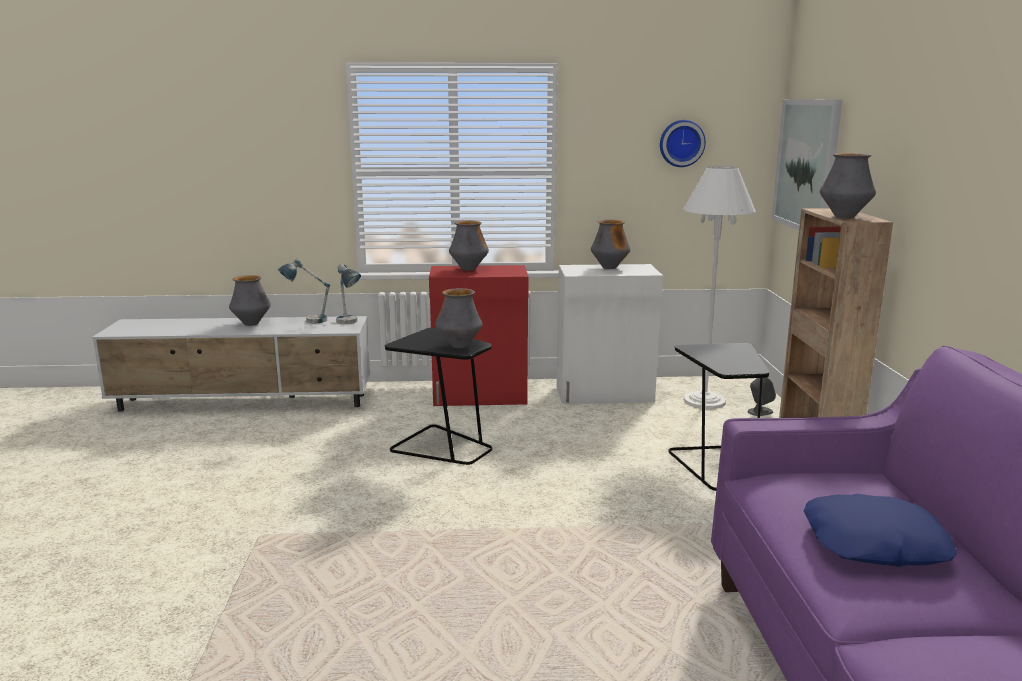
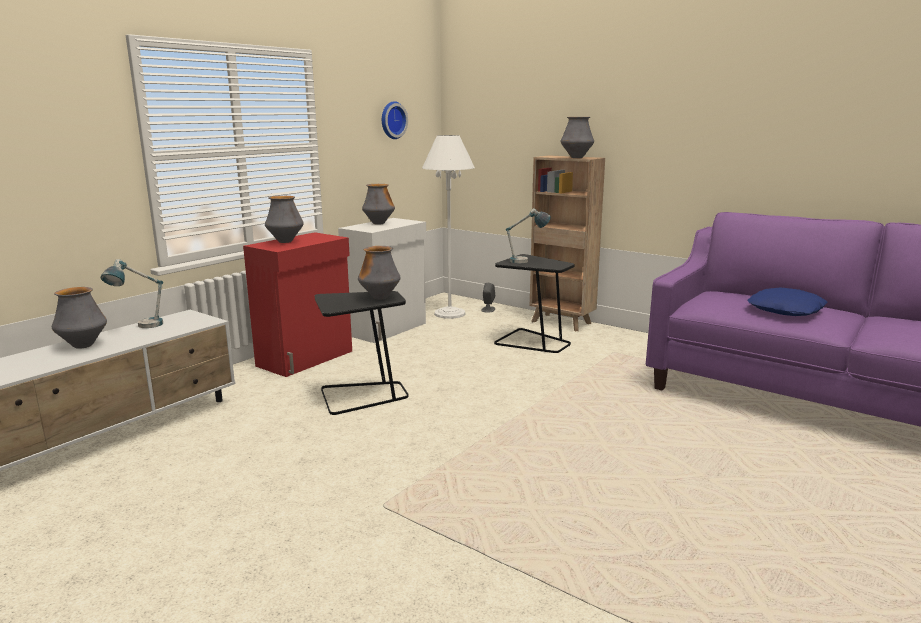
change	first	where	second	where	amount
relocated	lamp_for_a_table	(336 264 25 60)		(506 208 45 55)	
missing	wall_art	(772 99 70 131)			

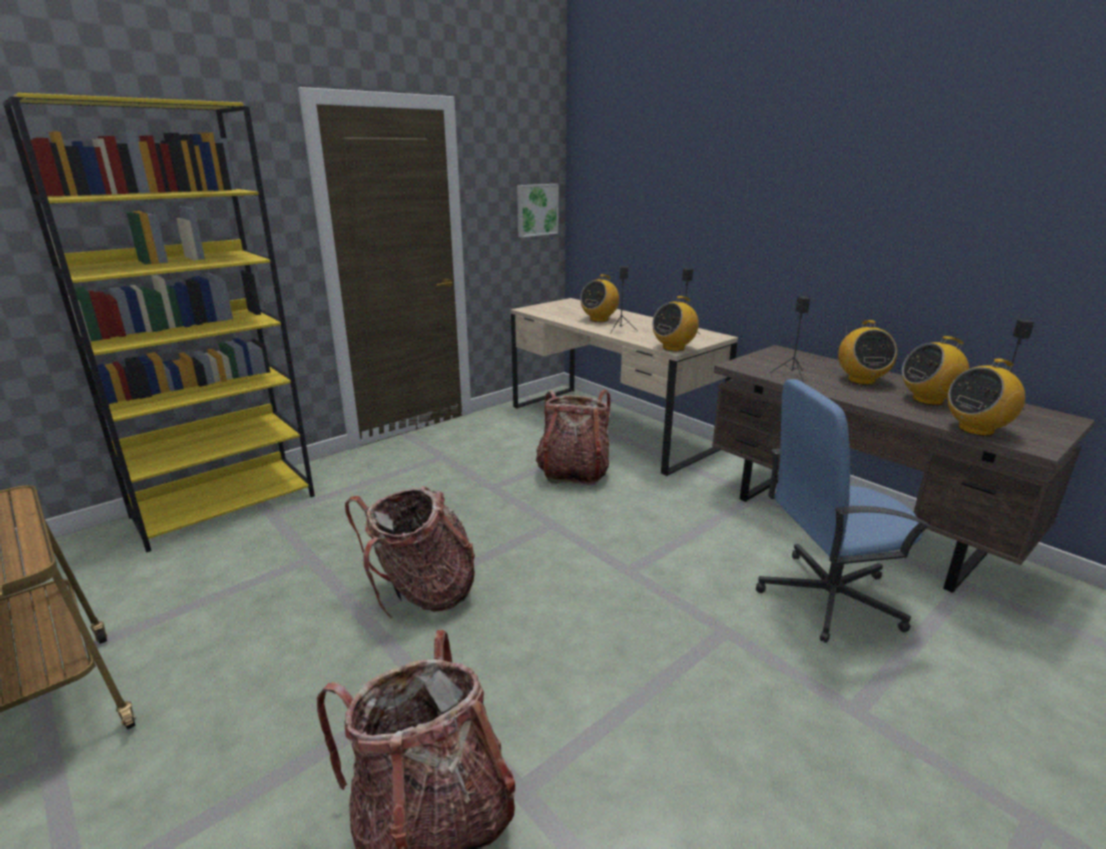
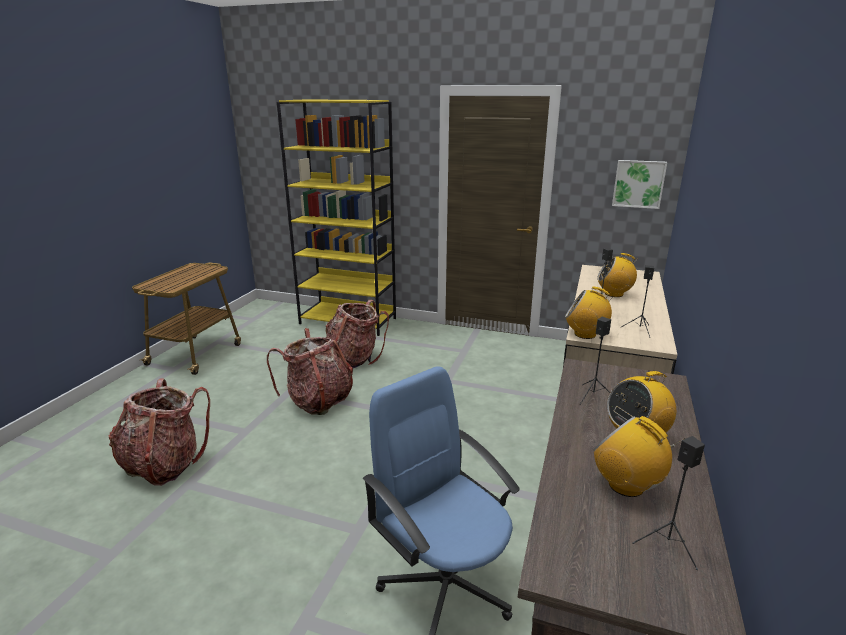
change	first	where	second	where	amount
relocated	knapsack	(536 390 75 95)		(325 300 64 68)	
missing	radio	(947 359 78 77)			

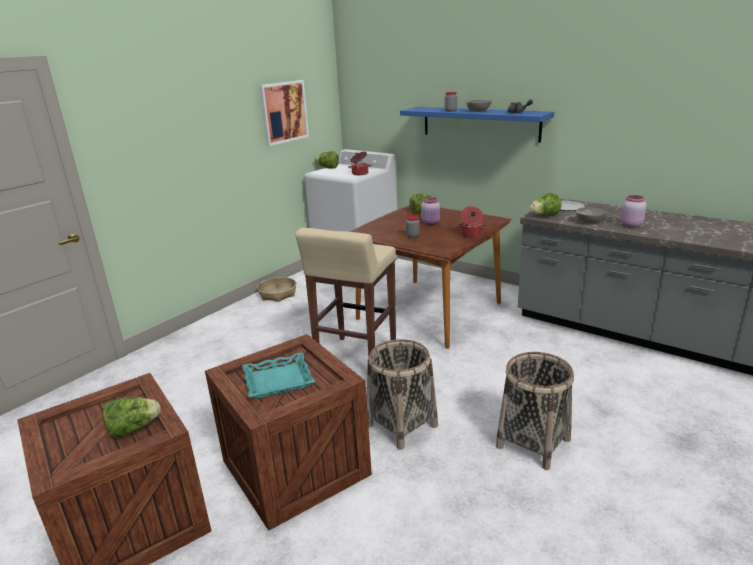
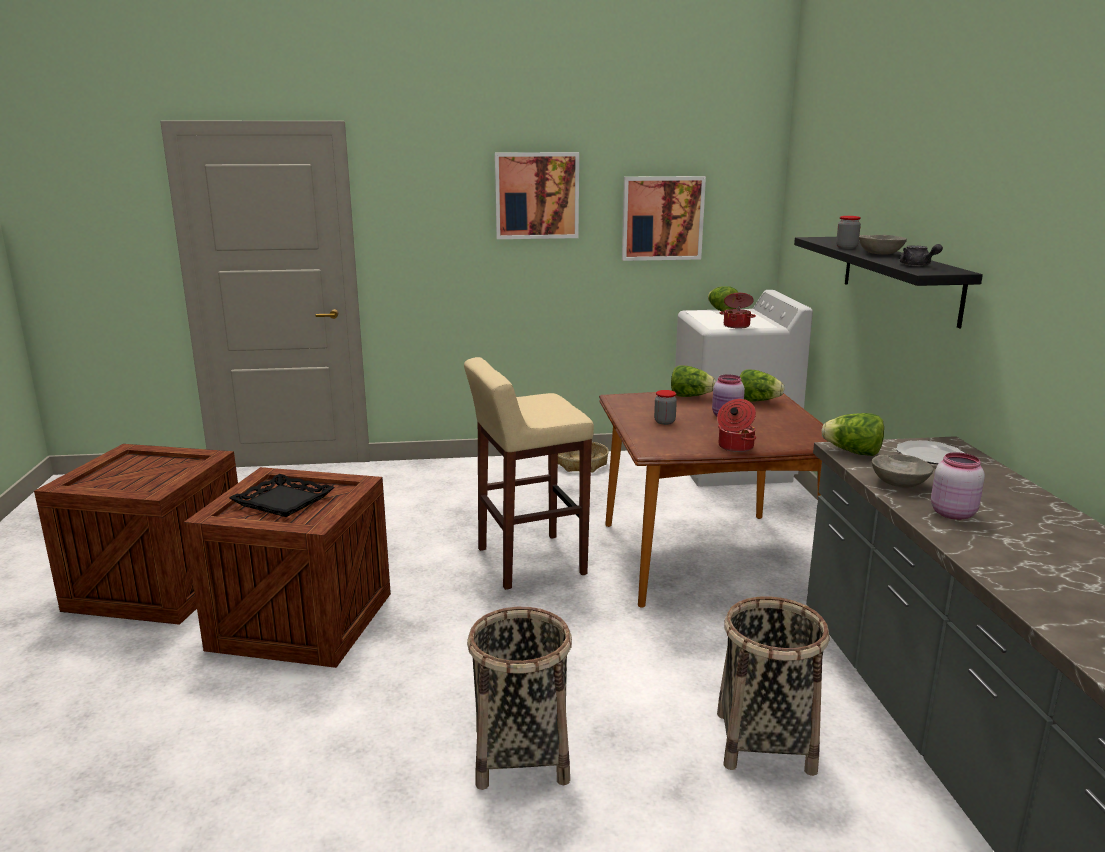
change	first	where	second	where	amount
colour	turquoise_tray	(242 353 73 46)	black-coloured_tray	(229 474 106 43)	
appeared			wall_art	(495 152 84 87)	
relocated	lettuce_head	(103 397 58 41)		(671 366 45 31)	
relocated	storage_basket	(367 339 71 111)		(717 596 112 180)	
colour	blue_shelf	(400 107 154 35)	black-coloured_shelf	(794 237 189 91)	

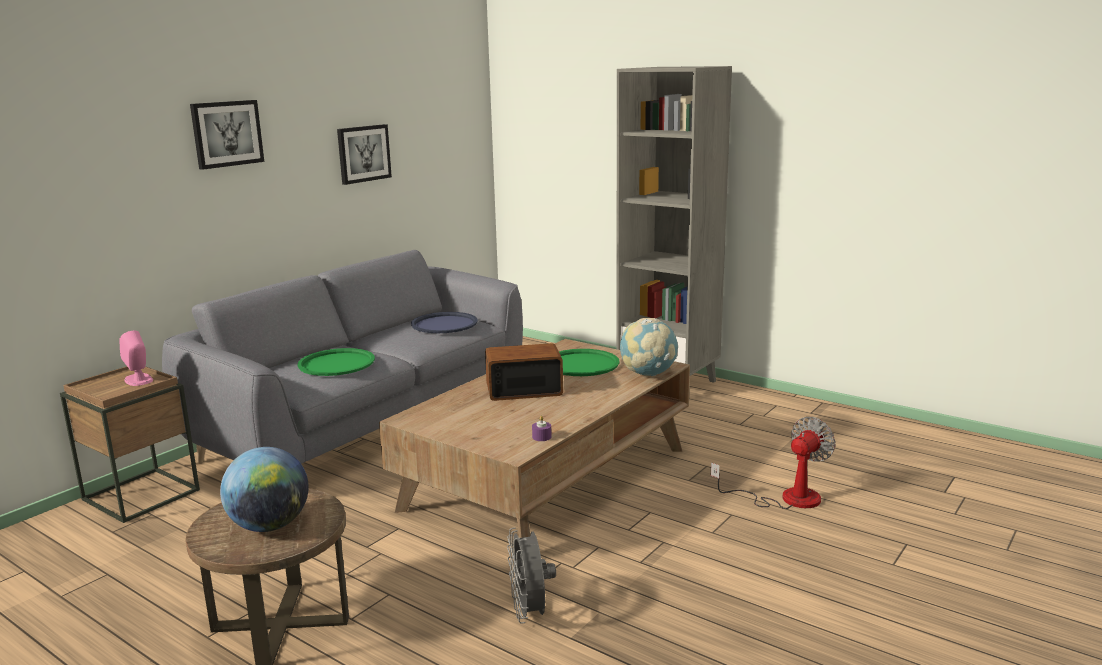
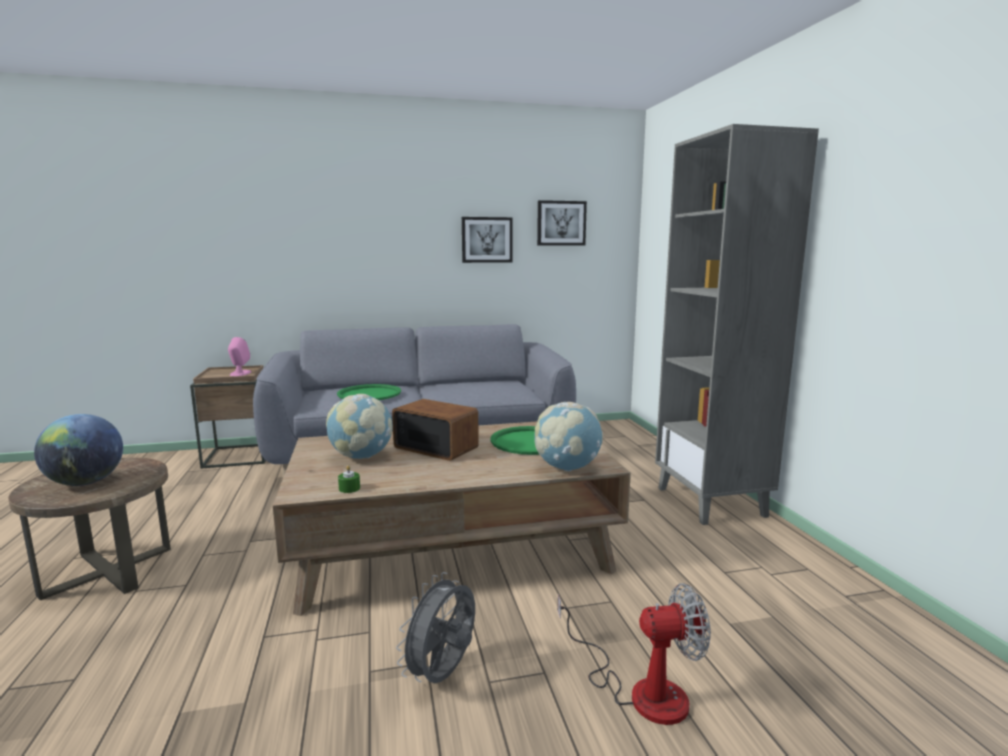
change	first	where	second	where	amount
appeared			globe	(326 394 67 65)	
colour	purple_candle	(532 416 19 25)	greenish_candle	(338 465 22 28)	
relocated	greyish_cooling_fan	(507 528 49 95)		(396 572 79 111)	
relocated	wall_art	(190 100 74 70)		(537 200 50 46)	
missing	blue_tray	(411 312 67 21)			

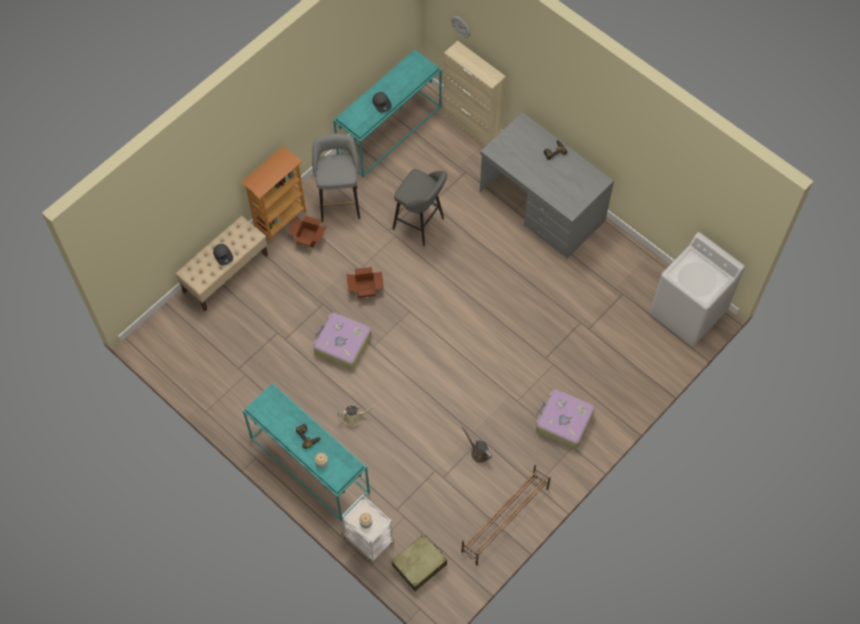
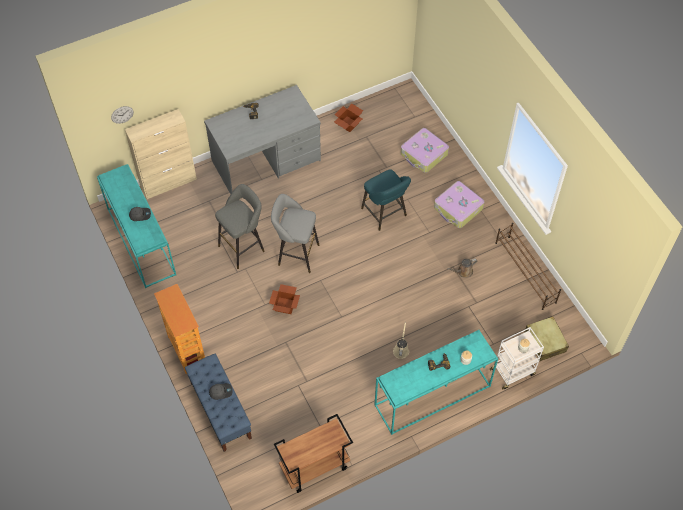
change	first	where	second	where	amount
colour	sand-coloured_bench	(175 216 93 95)	blue_bench	(185 354 67 98)	
relocated	greyish_stool	(312 134 48 88)		(271 194 48 79)	
appeared			brown-coloured_wheeled_cart	(274 414 79 79)	
relocated	cardboard_box	(288 216 39 32)		(334 103 29 29)	
appeared			turquoise_stool	(361 169 50 62)	
relocated	travel_case	(313 312 58 57)		(401 128 48 45)	
missing	white_laundry_appliance	(650 232 95 114)			

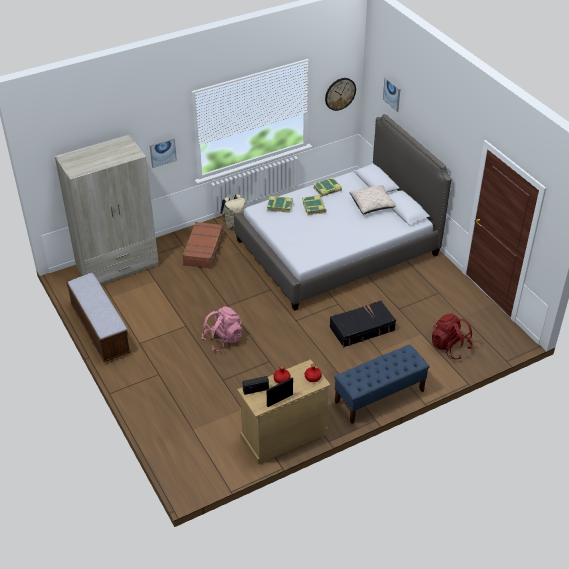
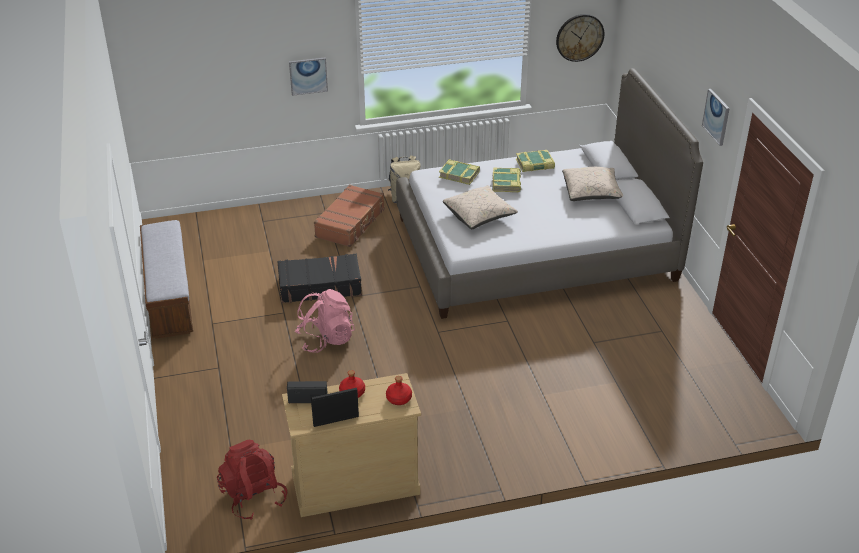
change	first	where	second	where	amount
relocated	reddish_knapsack	(432 313 41 46)		(217 440 70 79)	
relocated	black-coloured_travel_case	(330 301 66 46)		(277 253 85 50)	
appeared			sand-coloured_pillow	(443 185 75 44)	
relocated	wall_art	(383 77 17 35)		(702 89 28 57)	
missing	sand-coloured_clothes_cupboard	(55 135 104 150)			
missing	blue_bench	(334 344 96 80)			

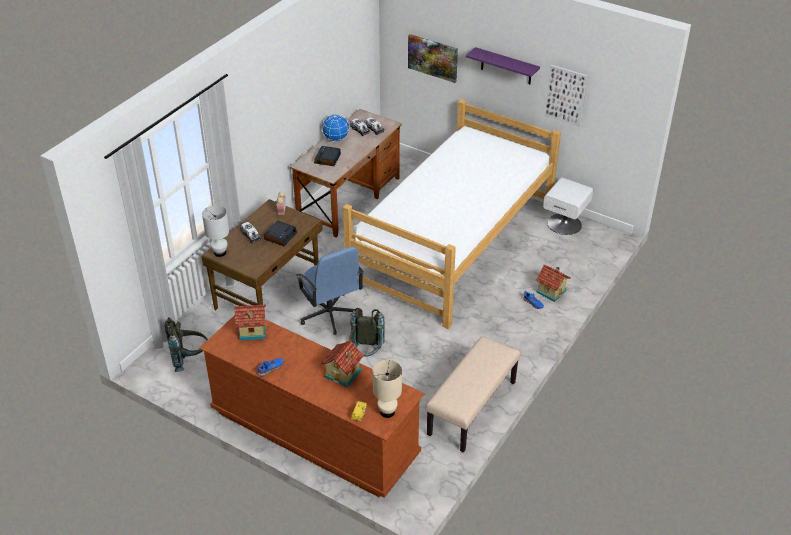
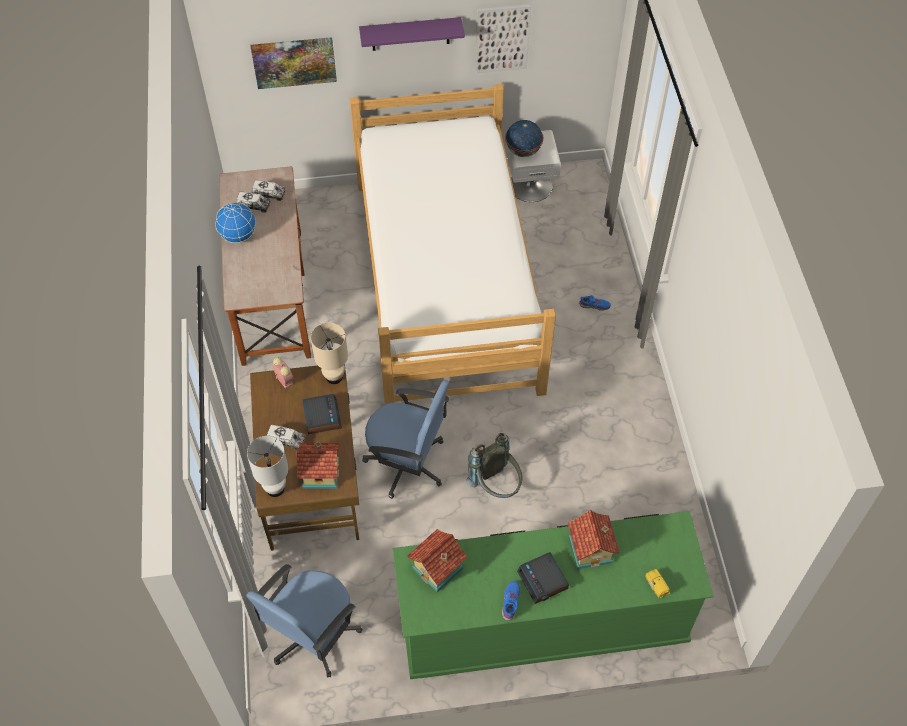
change	first	where	second	where	amount
exchanged	greyish_knapsack	(165 317 43 55)	blue_office_chair	(246 564 116 114)	
relocated	miniature_house	(536 265 35 37)		(297 441 43 48)	
relocated	sand-coloured_lamp_for_a_table	(372 360 30 58)		(311 322 37 62)	
colour	brown-coloured_dresser	(199 315 225 183)	greenish_dresser	(393 511 321 168)	
appeared			globe	(505 120 38 37)	
relocated	table_clock	(314 146 27 20)		(517 552 52 52)	
missing	sand-coloured_bench	(426 336 95 116)			

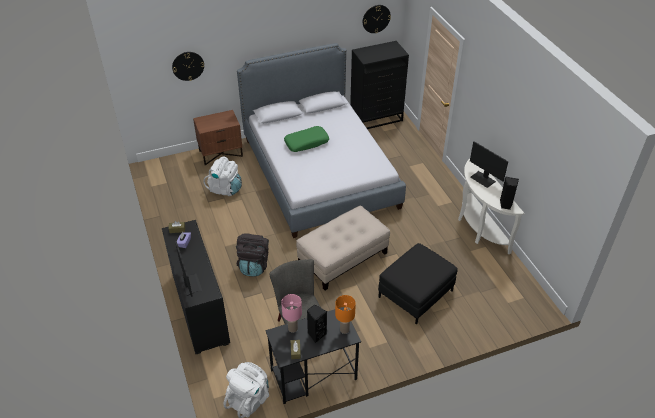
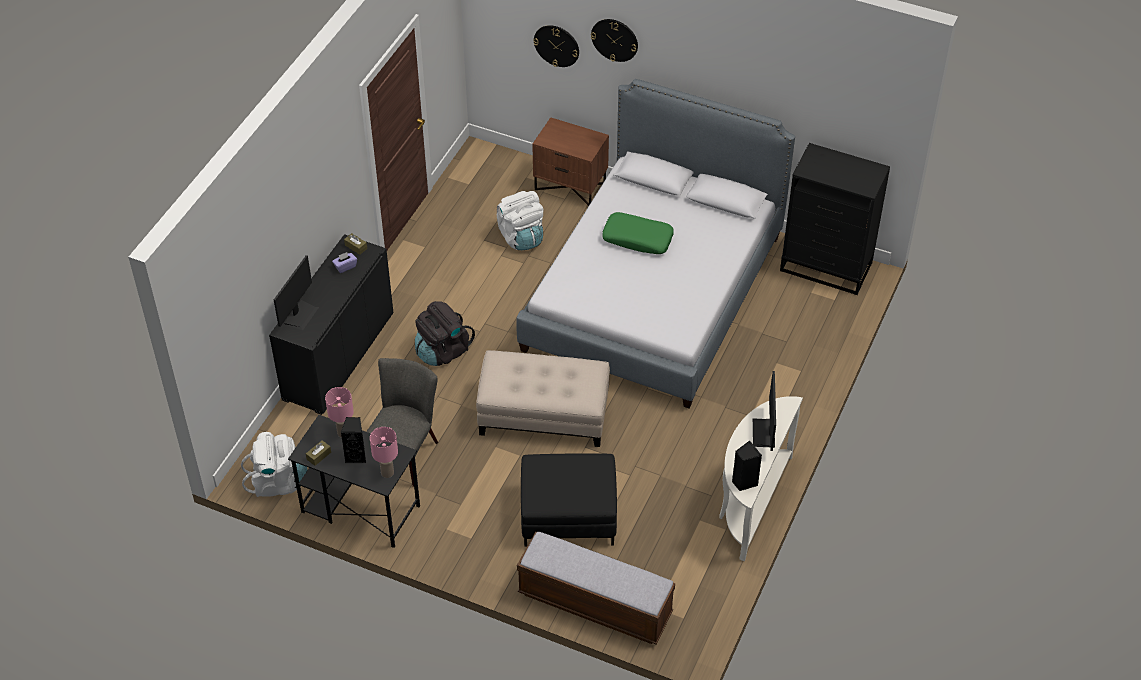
change	first	where	second	where	amount
colour	orangey_lamp_for_a_table	(335 295 21 39)	pinkish_lamp_for_a_table	(370 427 28 51)	
appeared			bench	(517 532 158 113)	
relocated	clock_on_the_wall	(363 5 28 28)		(591 19 47 43)	

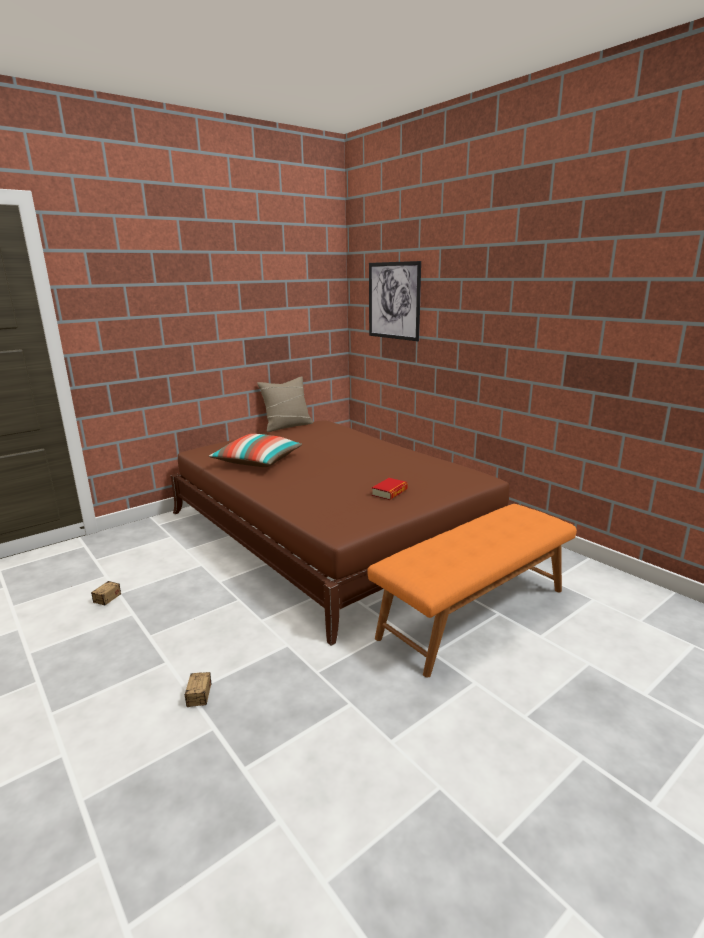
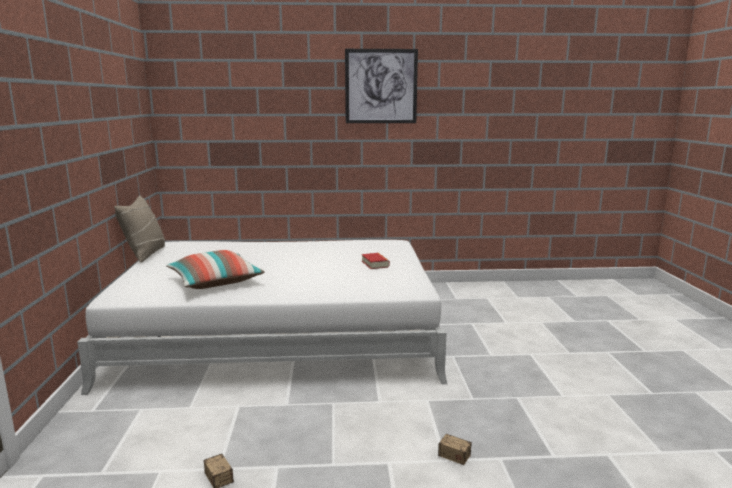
change	first	where	second	where	amount
colour	brown-coloured_bedroom_bed	(171 420 340 226)	white_bedroom_bed	(77 240 370 155)	
relocated	wall_art	(369 261 52 80)		(345 49 73 74)	
missing	orangey_bench	(367 504 210 174)			

